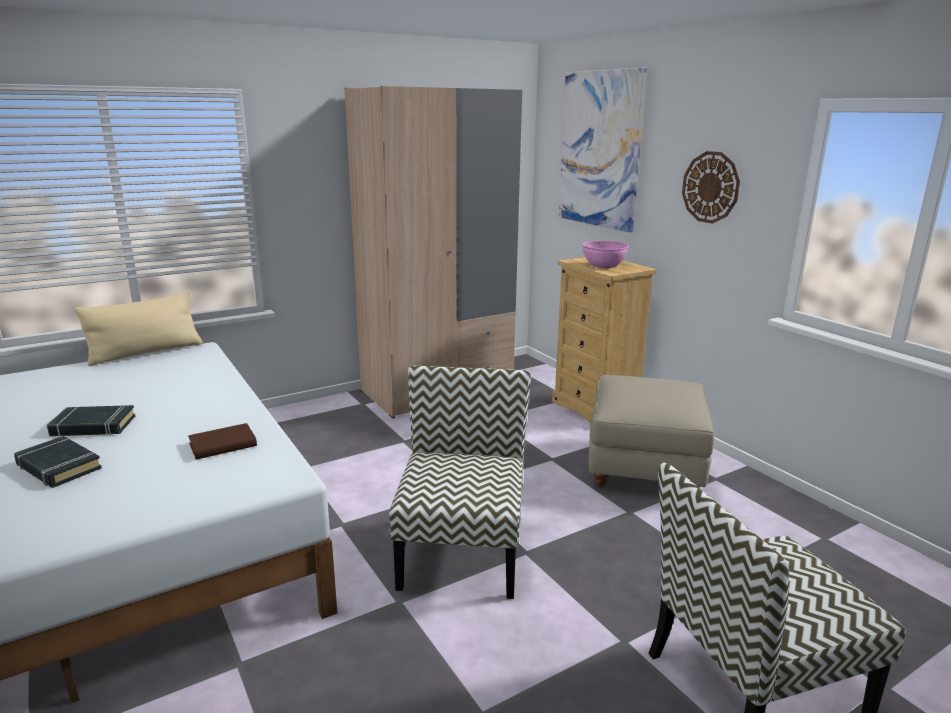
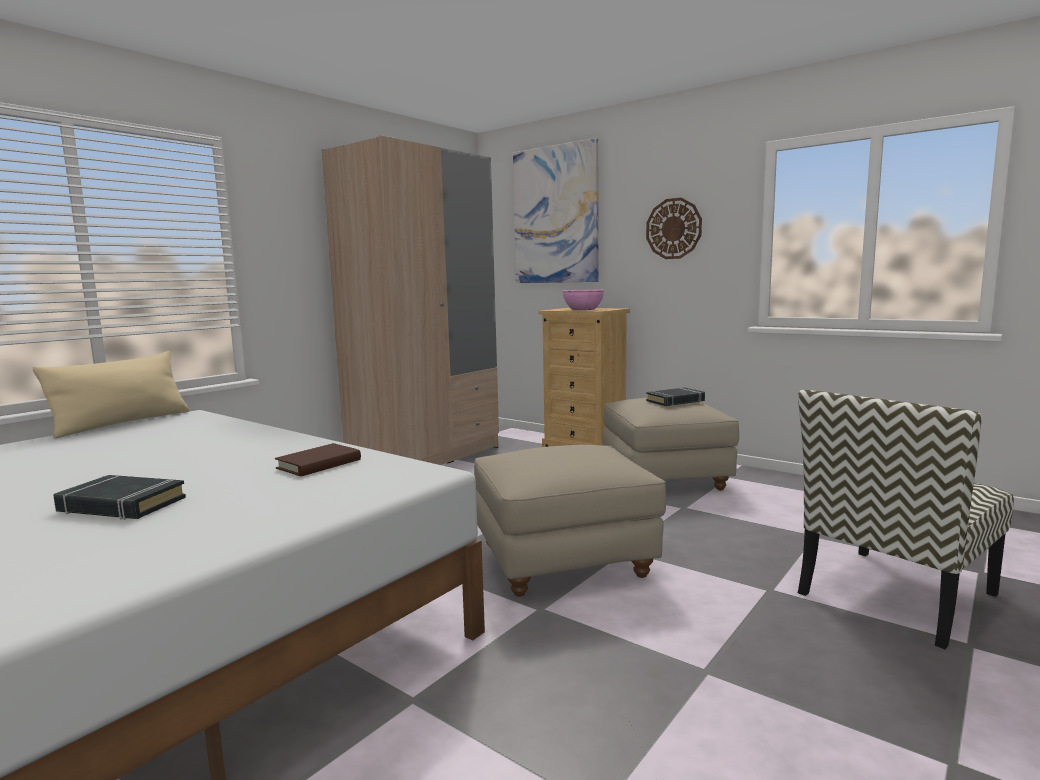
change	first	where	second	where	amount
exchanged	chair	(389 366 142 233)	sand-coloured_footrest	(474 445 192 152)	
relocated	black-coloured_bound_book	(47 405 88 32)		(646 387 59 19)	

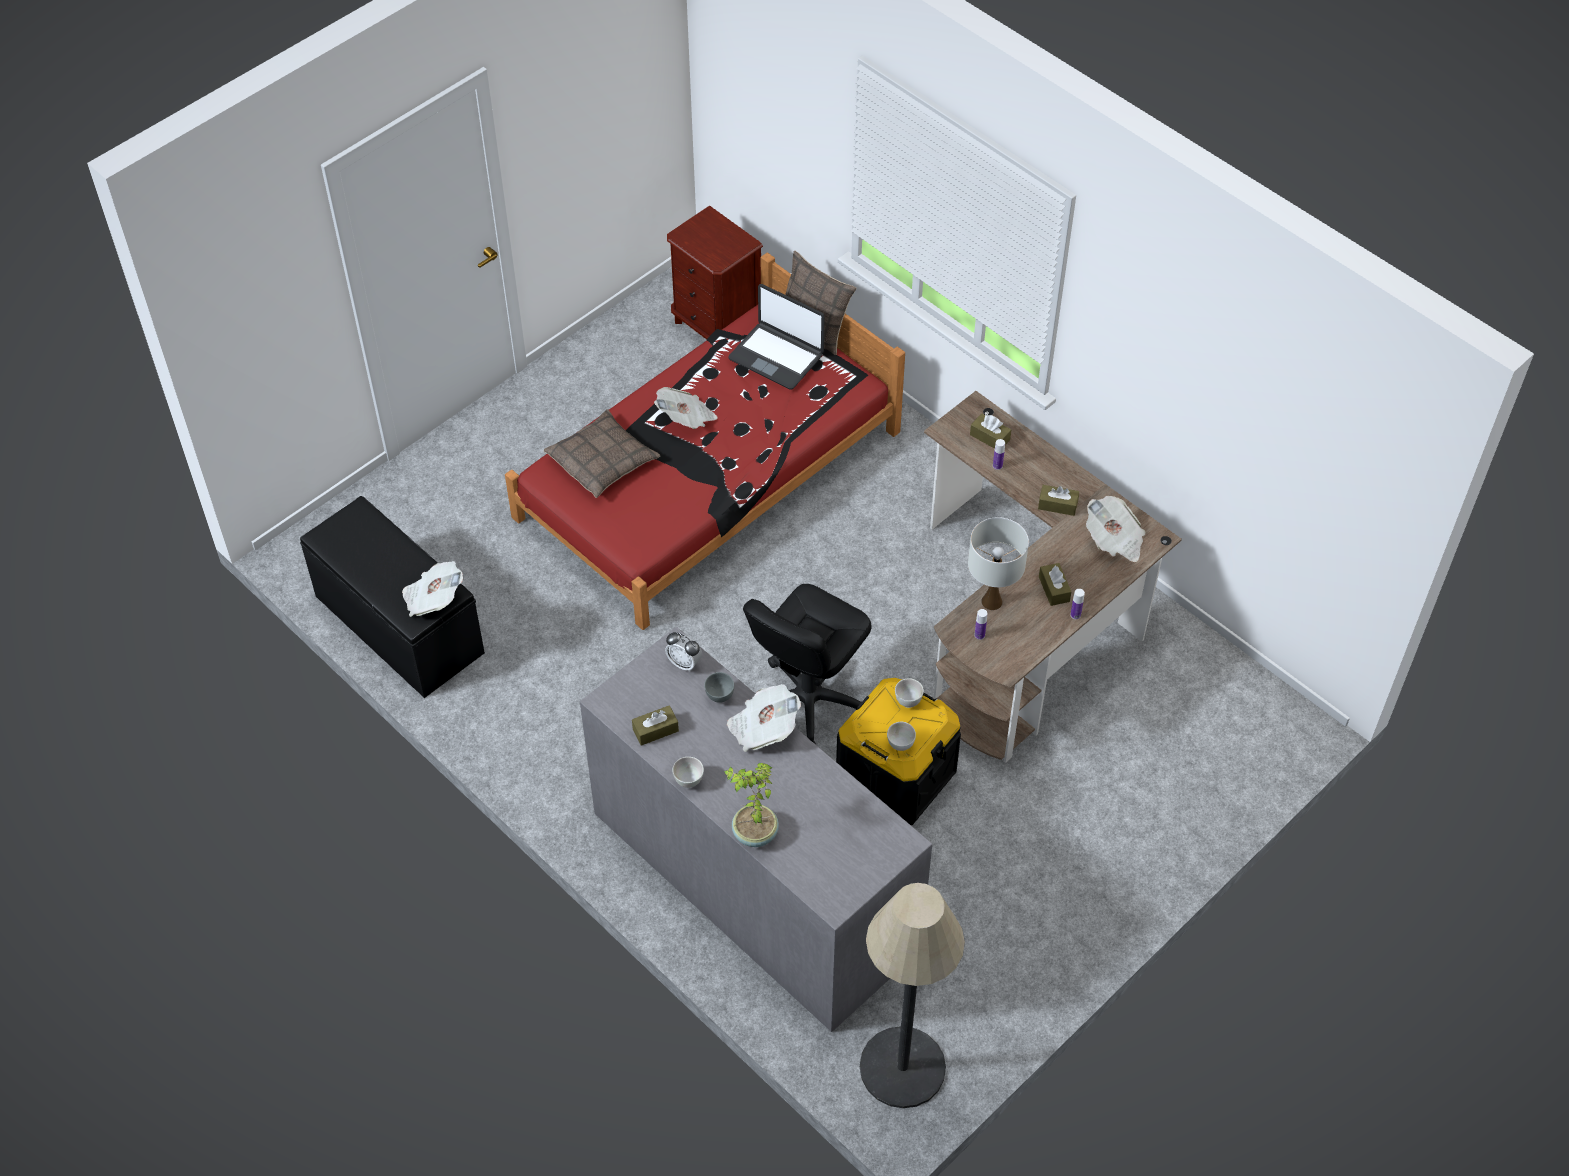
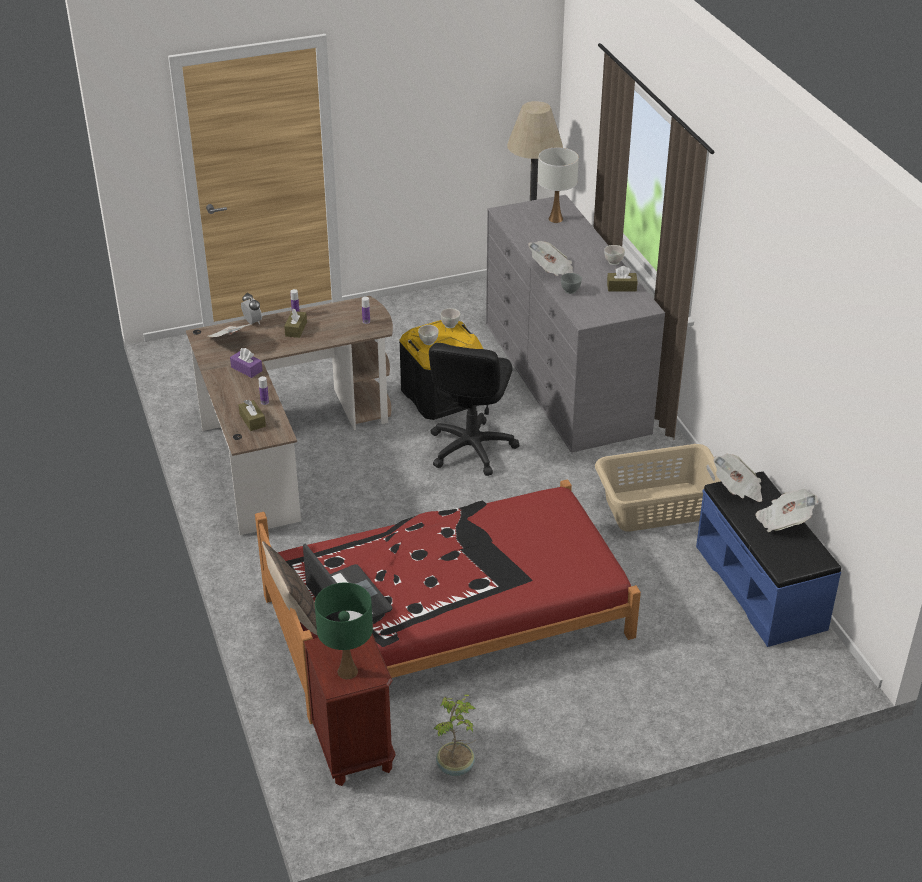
change	first	where	second	where	amount
colour	brown-coloured_tissue_box	(1038 485 41 31)	purple_tissue_box	(230 348 33 30)	
relocated	table_clock	(665 632 37 40)		(241 292 21 32)	
appeared			greenish_lamp_for_a_table	(315 583 58 96)	
spun	black-coloured_office_chair	(743 584 129 160)		(429 343 91 133)	135 degrees clockwise
relocated	plant_in_a_pot	(724 763 55 84)		(434 695 43 81)	
relocated	white_lamp_for_a_table	(968 517 61 93)		(538 147 41 76)	
appeared			sand-coloured_hamper	(595 444 126 88)	
colour	black-coloured_bench	(300 496 185 202)	blue_bench	(696 471 145 176)	
relocated	daily_paper	(654 387 64 42)		(755 489 63 43)	
missing	pillow	(544 409 116 89)			

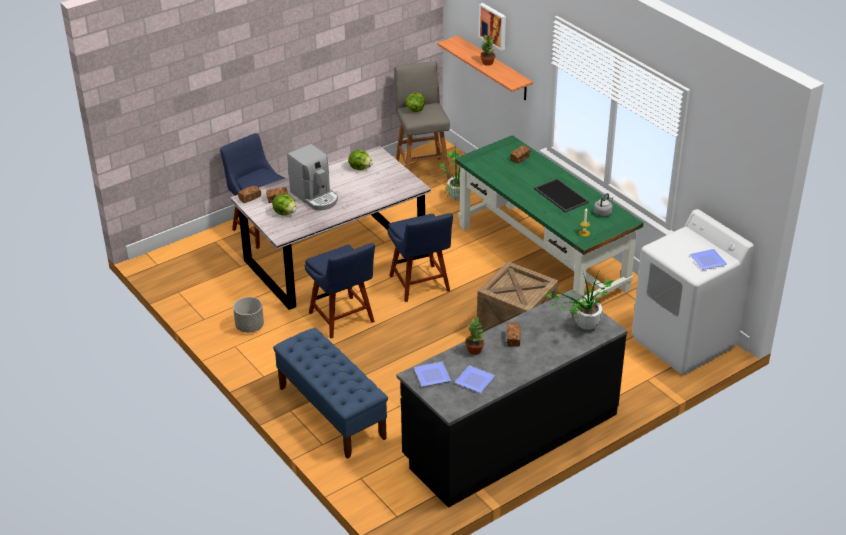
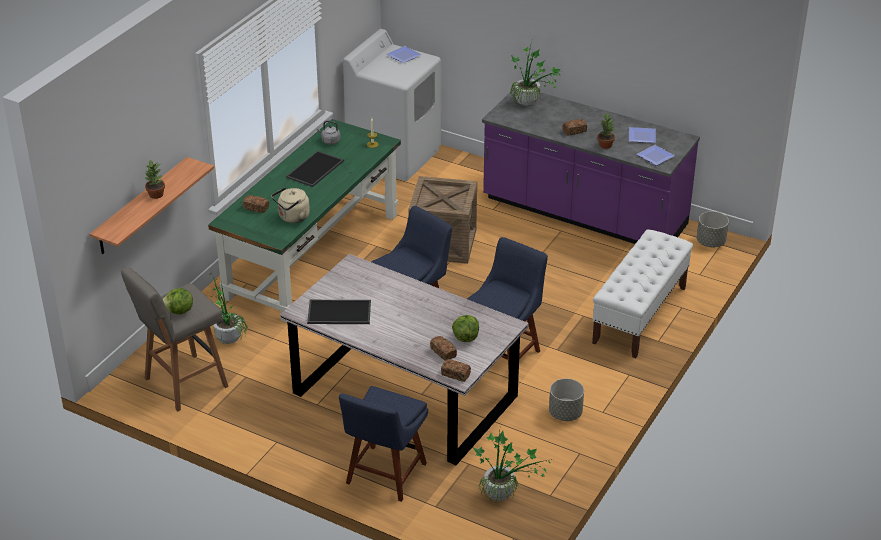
change	first	where	second	where	amount
appeared			sand-coloured_tea_kettle	(271 187 39 36)	
exchanged	lettuce_head	(348 150 25 20)	tray	(307 300 64 24)	
appeared			plant_in_a_pot	(473 431 79 74)	
colour	black-coloured_kitchen_base_unit	(397 289 231 219)	purple_kitchen_base_unit	(482 88 218 156)	
colour	blue_bench	(273 328 115 131)	white_bench	(592 229 101 129)	
appeared			greyish_plant_pot	(697 211 32 36)	
missing	coffee_machine	(287 144 51 66)			
missing	wall_art	(479 3 27 48)			

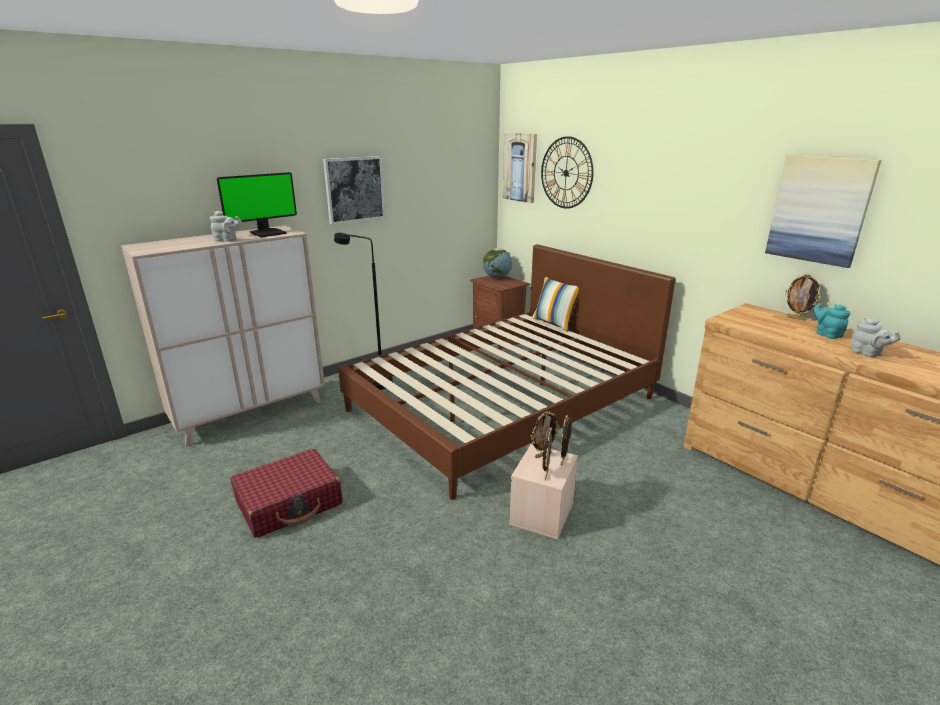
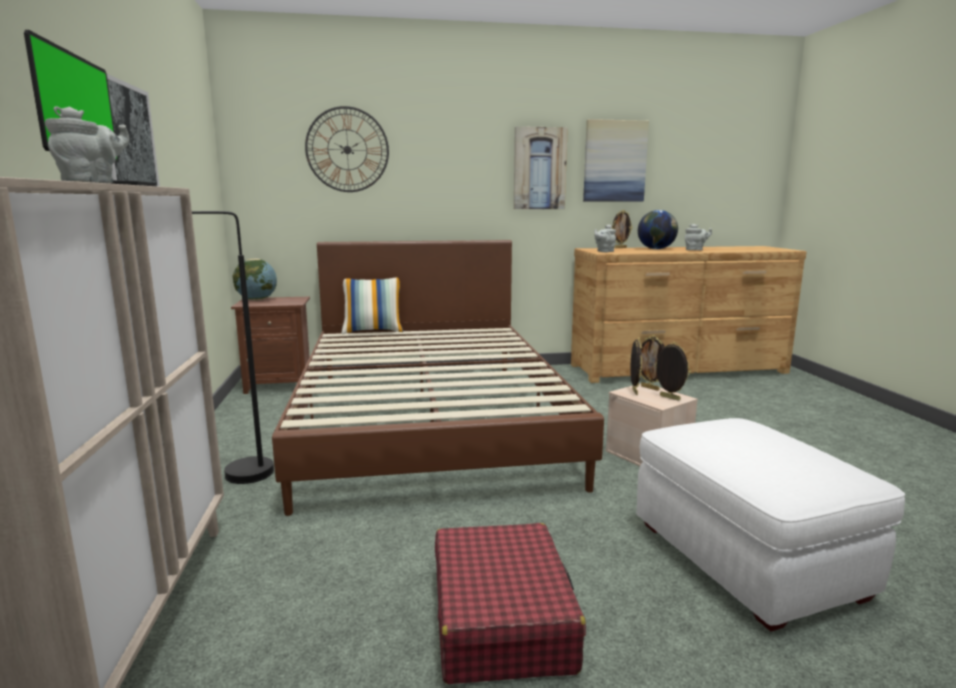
change	first	where	second	where	amount
relocated	wall_art	(503 133 34 70)		(514 126 54 83)	
appeared			greyish_pot_for_tea	(594 224 22 28)	
appeared			white_footrest	(636 418 269 213)	
exchanged	turquoise_pot_for_tea	(814 303 36 36)	globe	(638 210 40 39)	

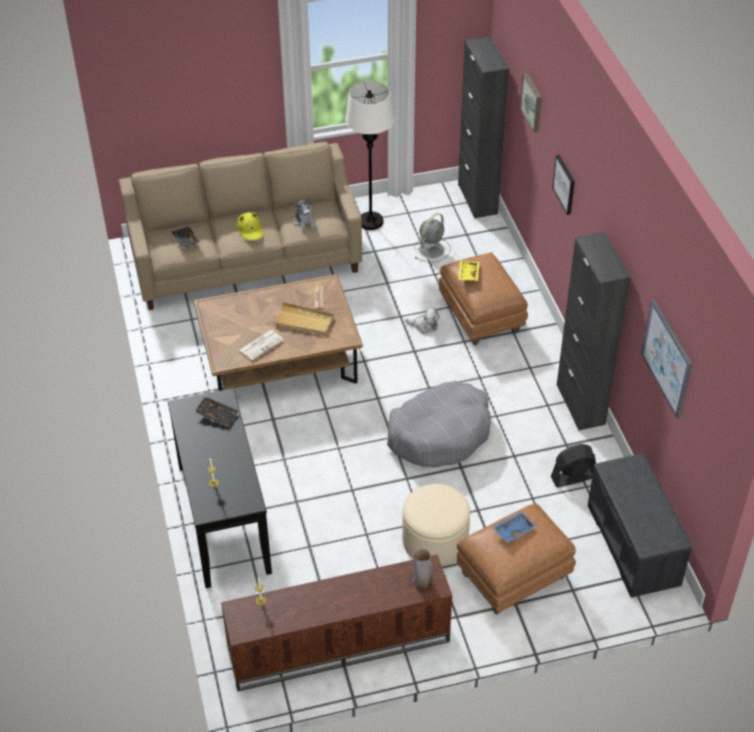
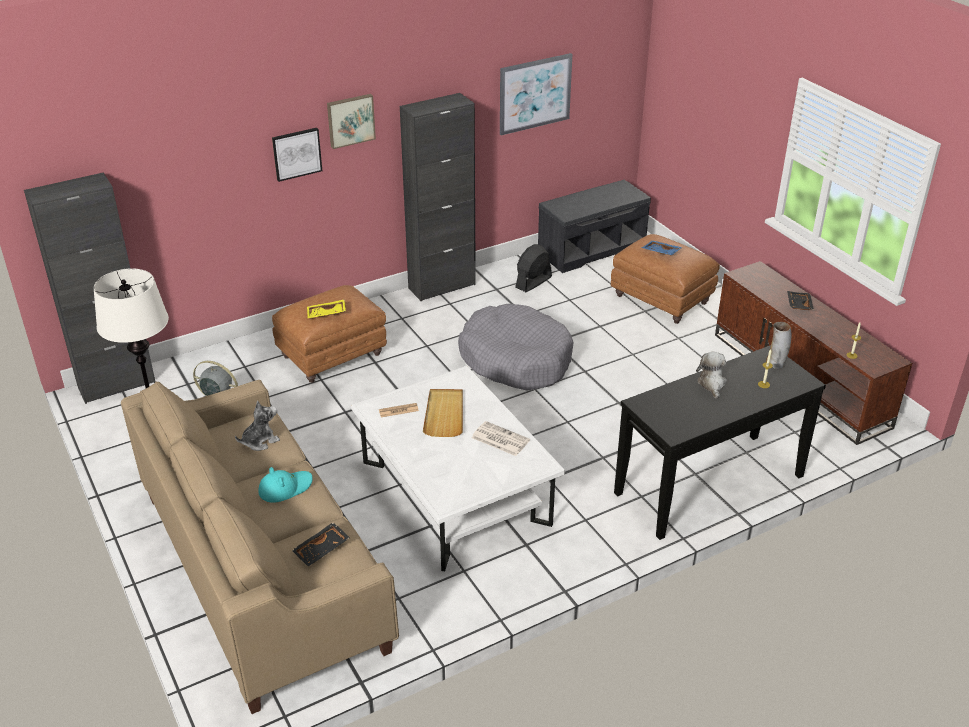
change	first	where	second	where	amount
colour	yellow_wearable_hat	(237 212 26 29)	turquoise_wearable_hat	(258 467 55 36)	
relocated	wall_art	(520 73 22 59)		(327 94 49 55)	
colour	brown-coloured_lounge_table	(194 274 169 117)	white_lounge_table	(351 366 214 205)	
spun	black-coloured_cooling_fan	(551 444 45 43)		(515 244 37 48)	75 degrees clockwise
relocated	cuddly_toy	(405 308 34 26)		(696 352 31 47)	
relocated	flower_vase	(413 548 20 41)		(766 322 25 47)	
relocated	black-coloured_tray	(195 396 43 30)		(787 291 27 19)	
missing	sand-coloured_footrest	(402 484 68 82)			

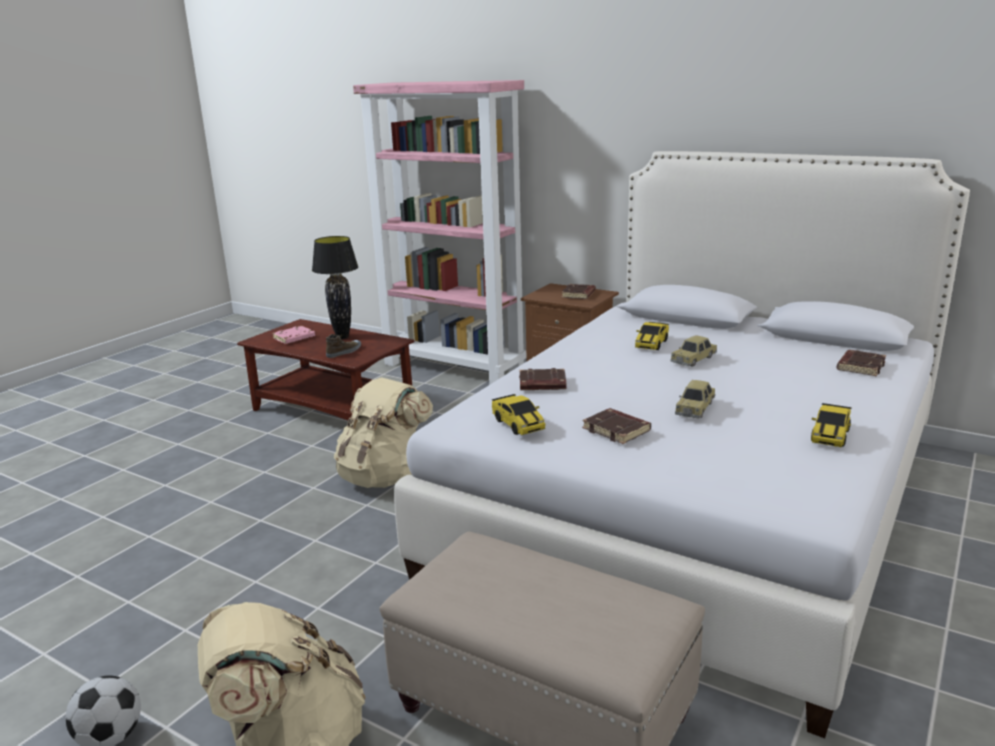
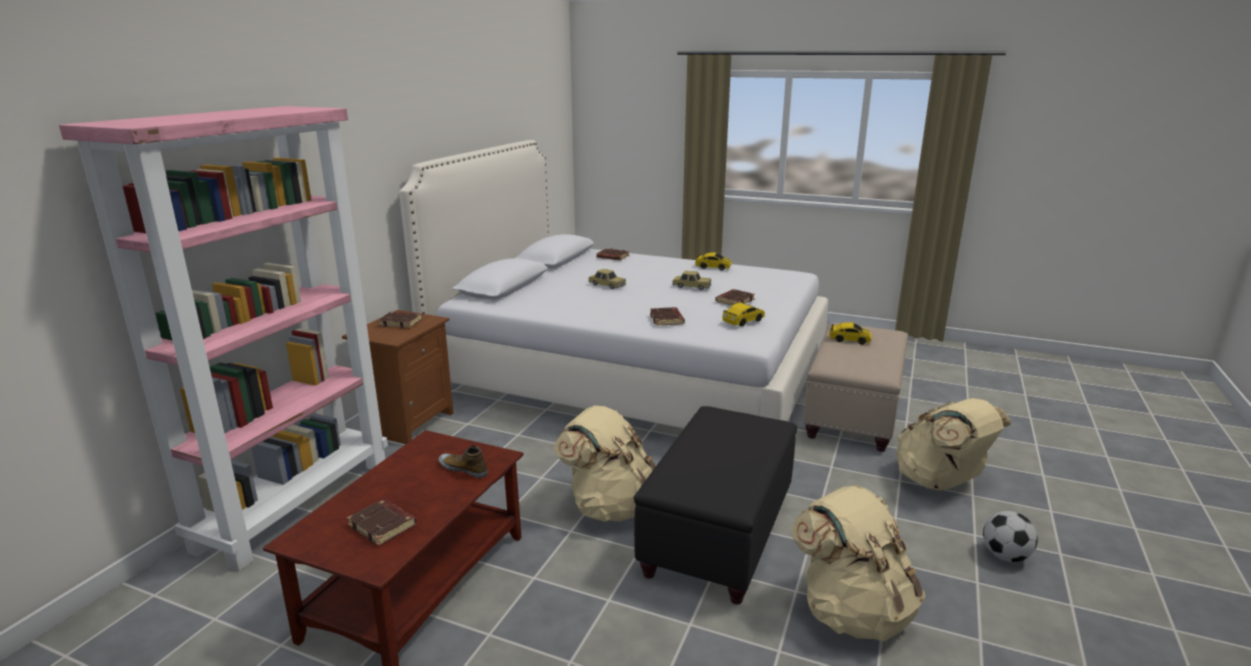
change	first	where	second	where	amount
colour	pinkish_bound_book	(272 326 43 18)	brown-coloured_bound_book	(347 499 69 47)	
appeared			black-coloured_footrest	(634 406 163 198)	
appeared			sand-coloured_knapsack	(791 485 134 156)	
relocated	toy_car	(635 322 34 28)		(830 322 42 22)	
missing	black-coloured_lamp_for_a_table	(312 236 46 103)			

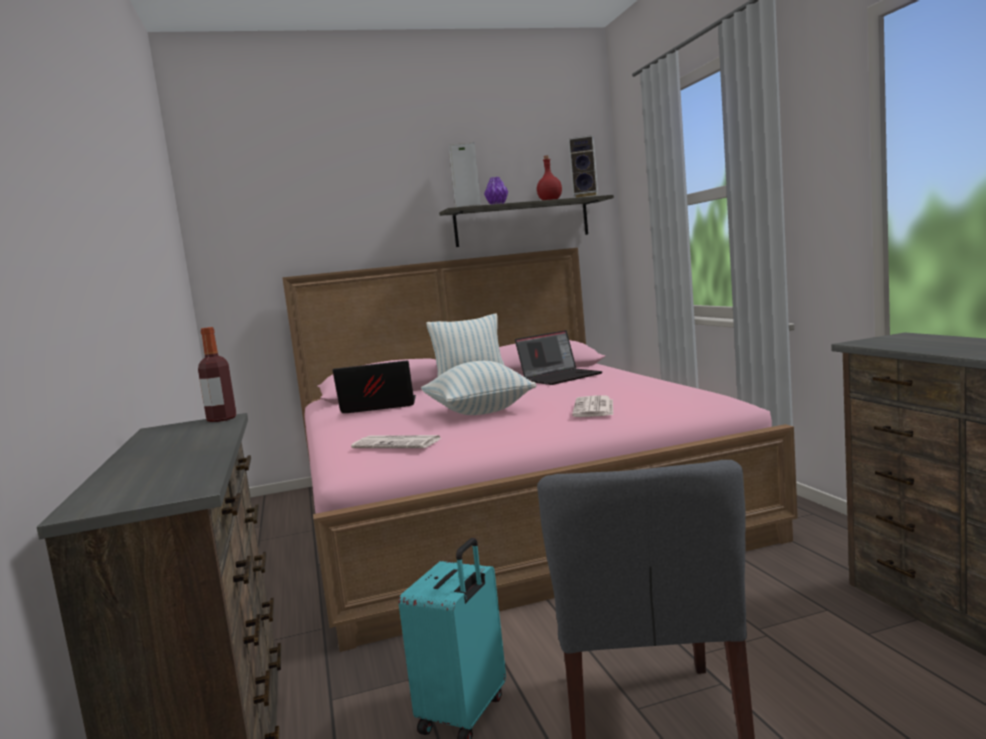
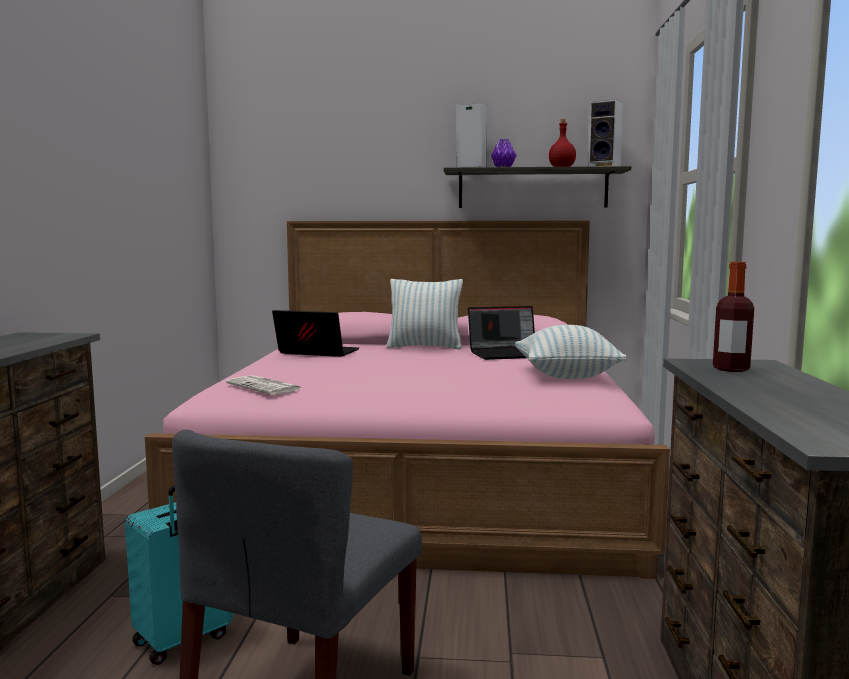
change	first	where	second	where	amount
relocated	pillow	(421 361 115 54)		(515 325 112 54)	
relocated	beverage_bottle	(198 327 39 95)		(713 262 41 110)	
missing	daily_paper	(572 396 41 21)			

